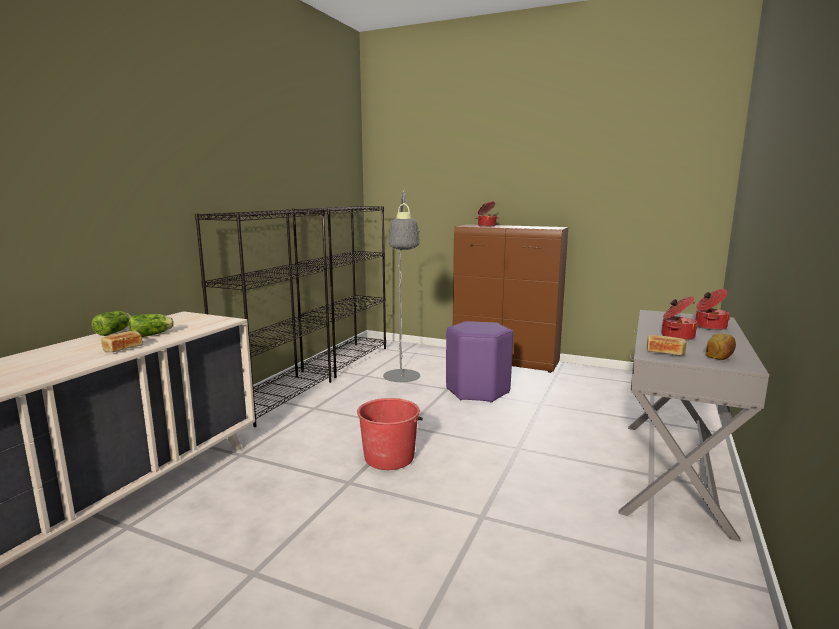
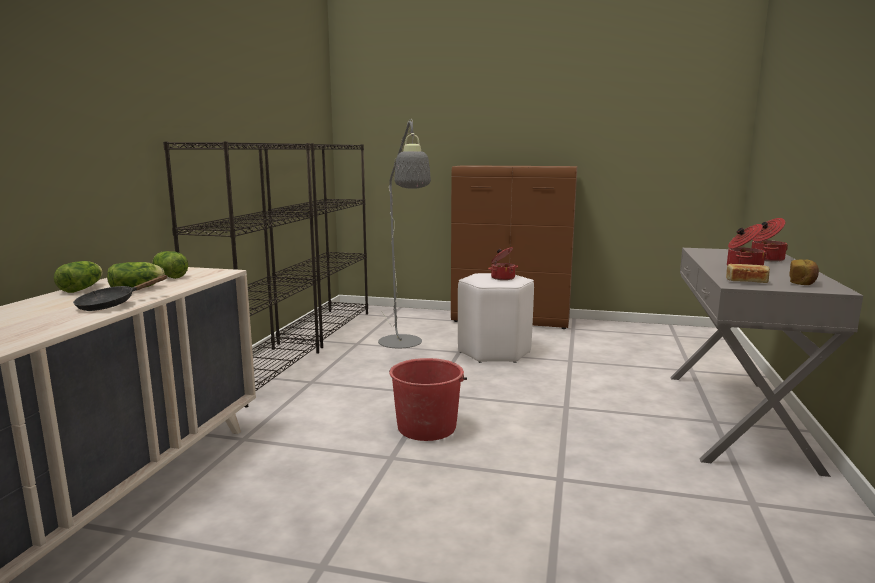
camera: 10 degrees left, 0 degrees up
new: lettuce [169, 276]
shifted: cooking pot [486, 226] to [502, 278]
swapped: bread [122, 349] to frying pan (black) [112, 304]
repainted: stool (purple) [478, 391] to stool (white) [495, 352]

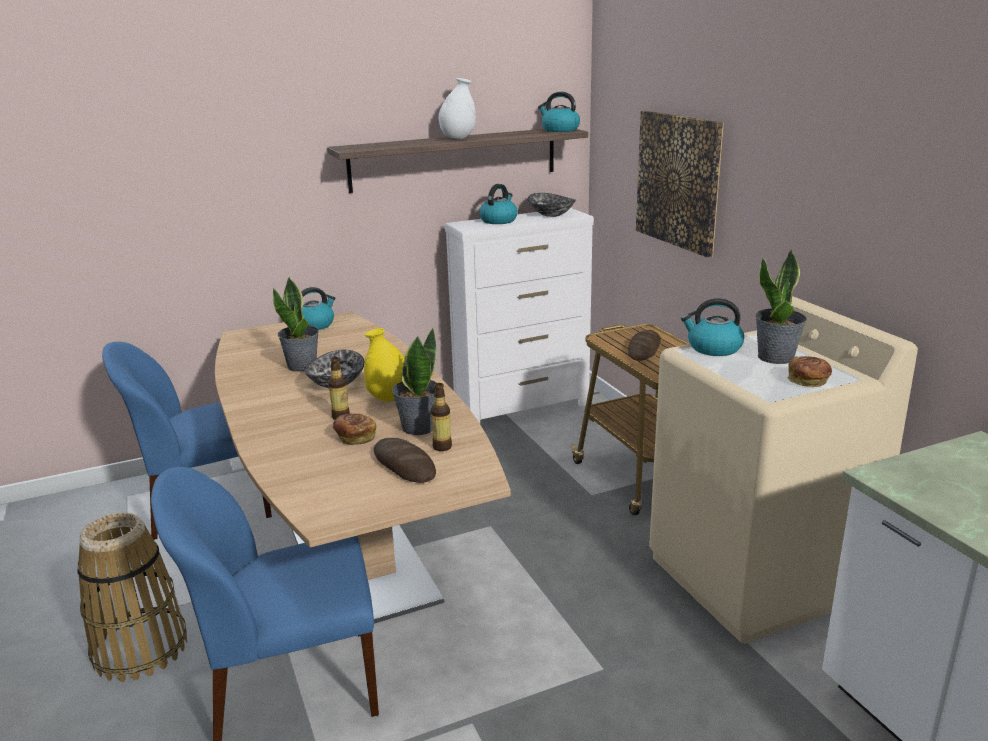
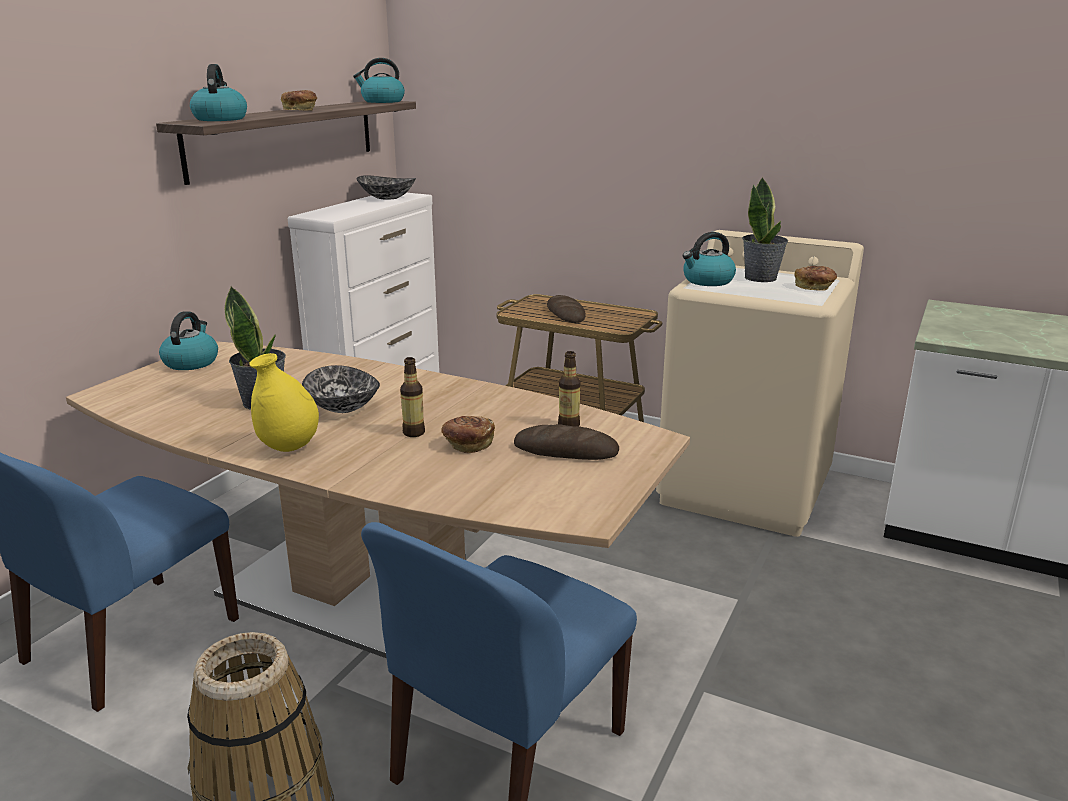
camera: 40 degrees left, 0 degrees up
gone: picture [678, 180]; potted plant [418, 427]
shifted: kettle [498, 220] to [220, 119]; vase (yellow) [389, 399] to [289, 447]
swapped: vase (white) [458, 138] to bread [300, 110]

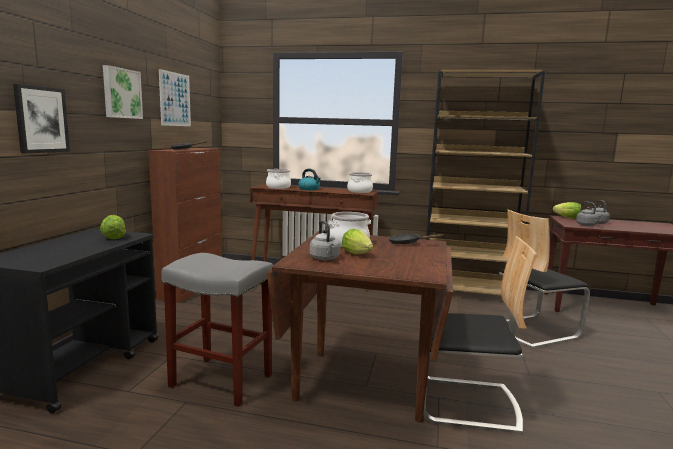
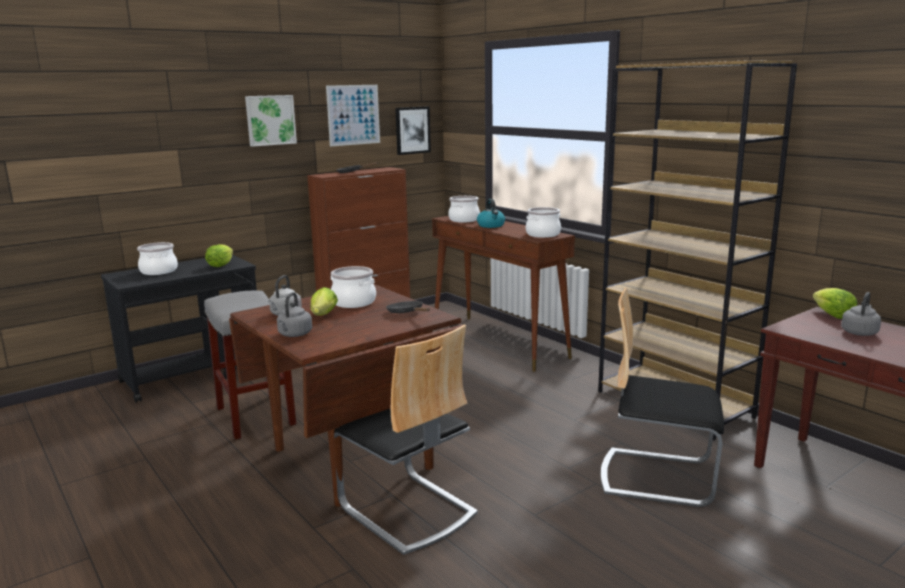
camera: 40 degrees right, 5 degrees up
new: cooking pot [158, 271]
shifted: picture [41, 119] to [412, 130]; kettle (grey) [587, 225] to [294, 335]

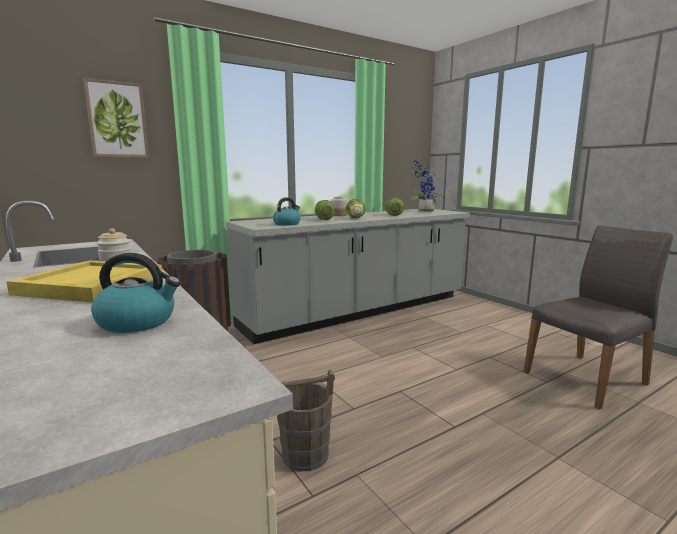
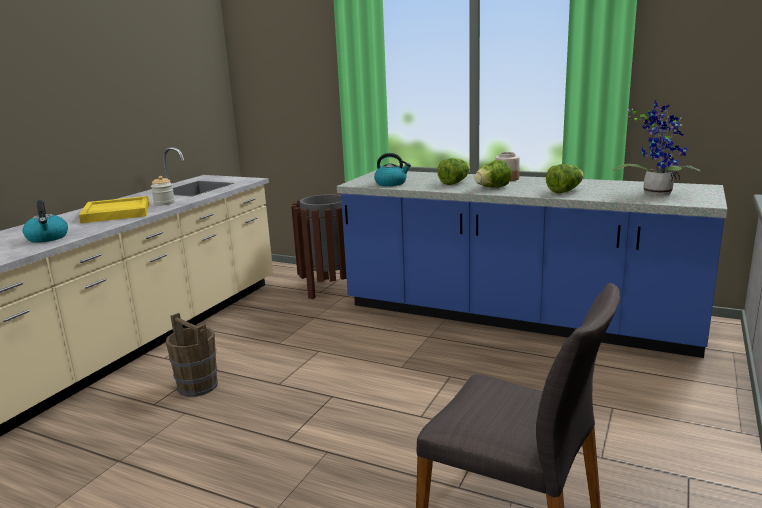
camera: 60 degrees right, 5 degrees up
gone: picture [117, 120]
repainted: counter (grey) [358, 311] to counter (blue) [514, 318]

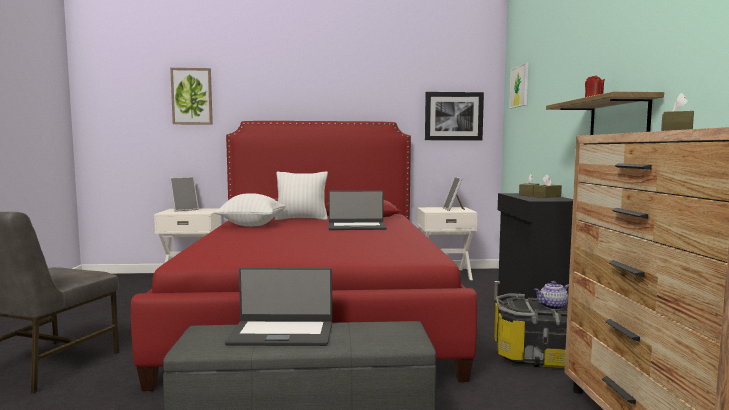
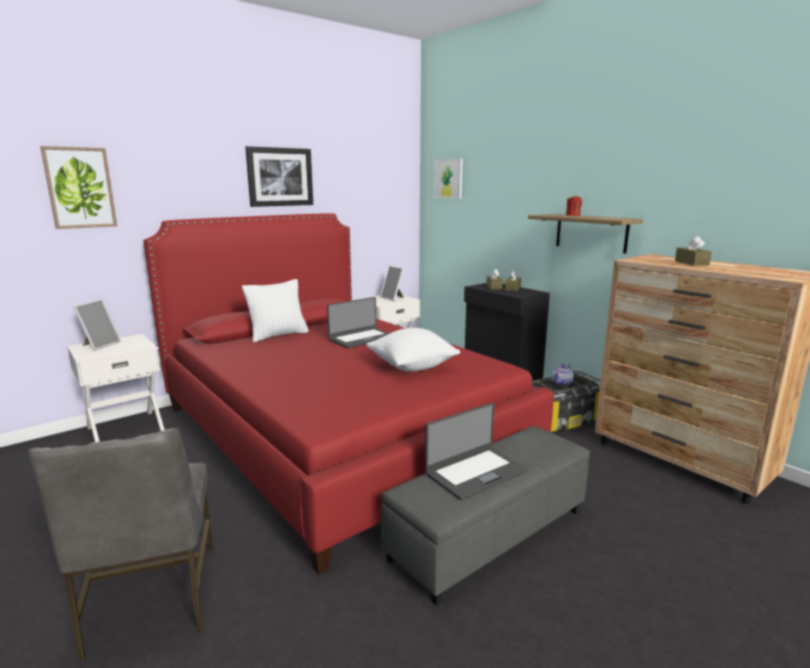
camera: 35 degrees left, 10 degrees up
shifted: picture [453, 116] to [280, 177]; pillow (white) [252, 225] to [412, 367]

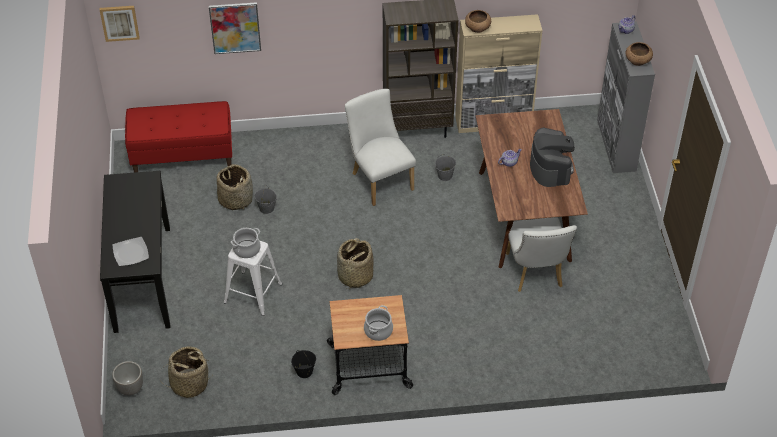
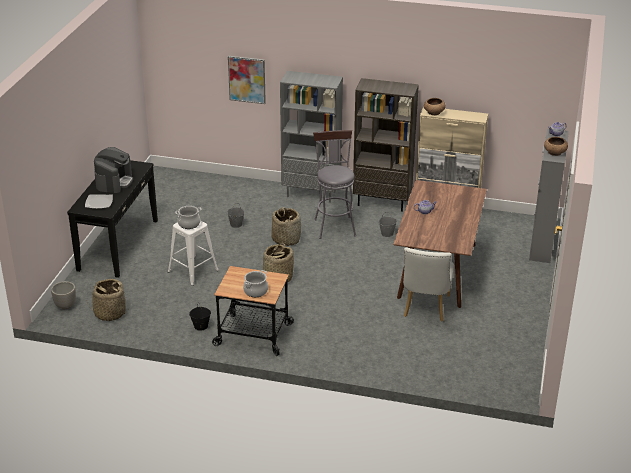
camera: 20 degrees right, 15 degrees down
gone: picture [119, 22]; bench (red) [182, 154]
new: bookcase (grey) [311, 194]
shifted: coffee machine [550, 168] to [114, 181]; basket [235, 199] to [286, 239]
swapped: chair (white) [379, 179] to stool (grey) [334, 225]

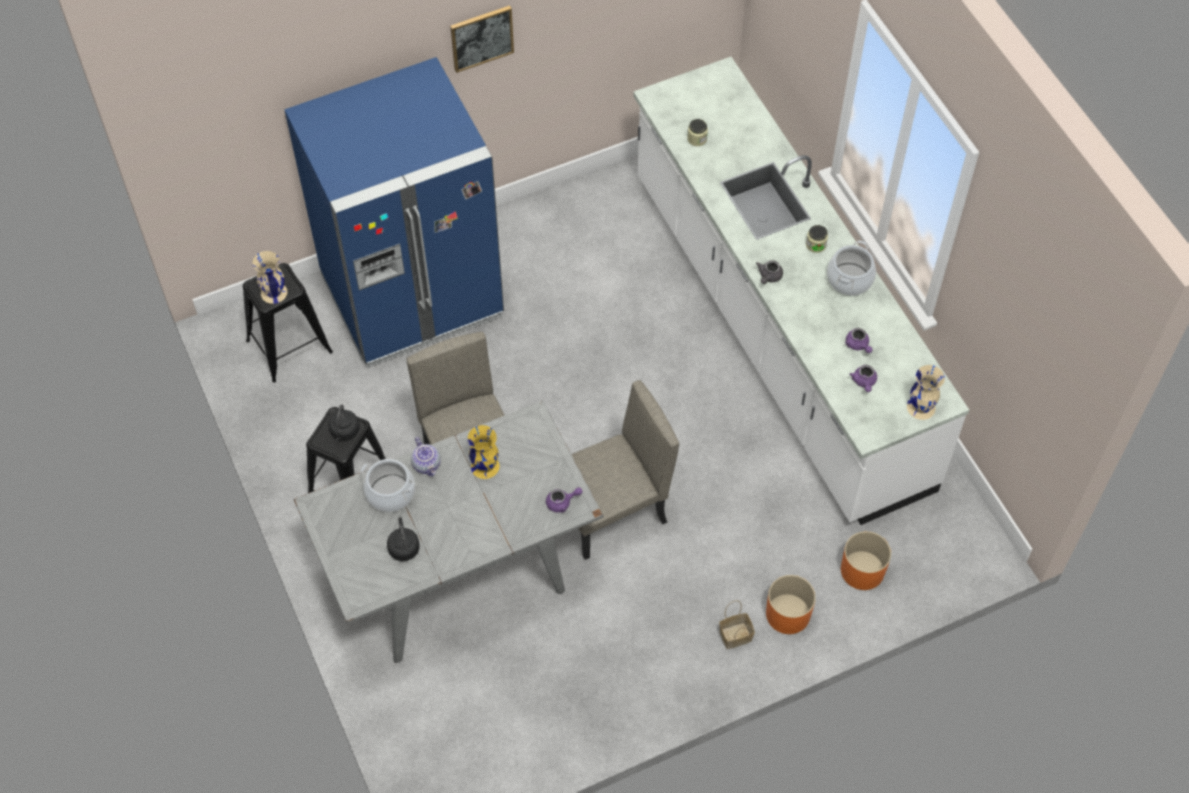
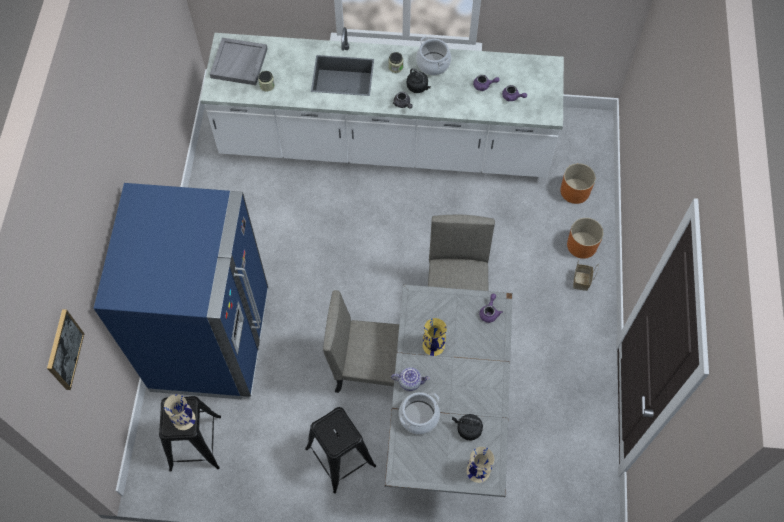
camera: 60 degrees left, 5 degrees up
new: tray (grey) [239, 63]
shifted: picture [481, 37] to [64, 350]; vase (beige) [921, 407] to [478, 470]; kettle (black) [344, 432] to [418, 87]

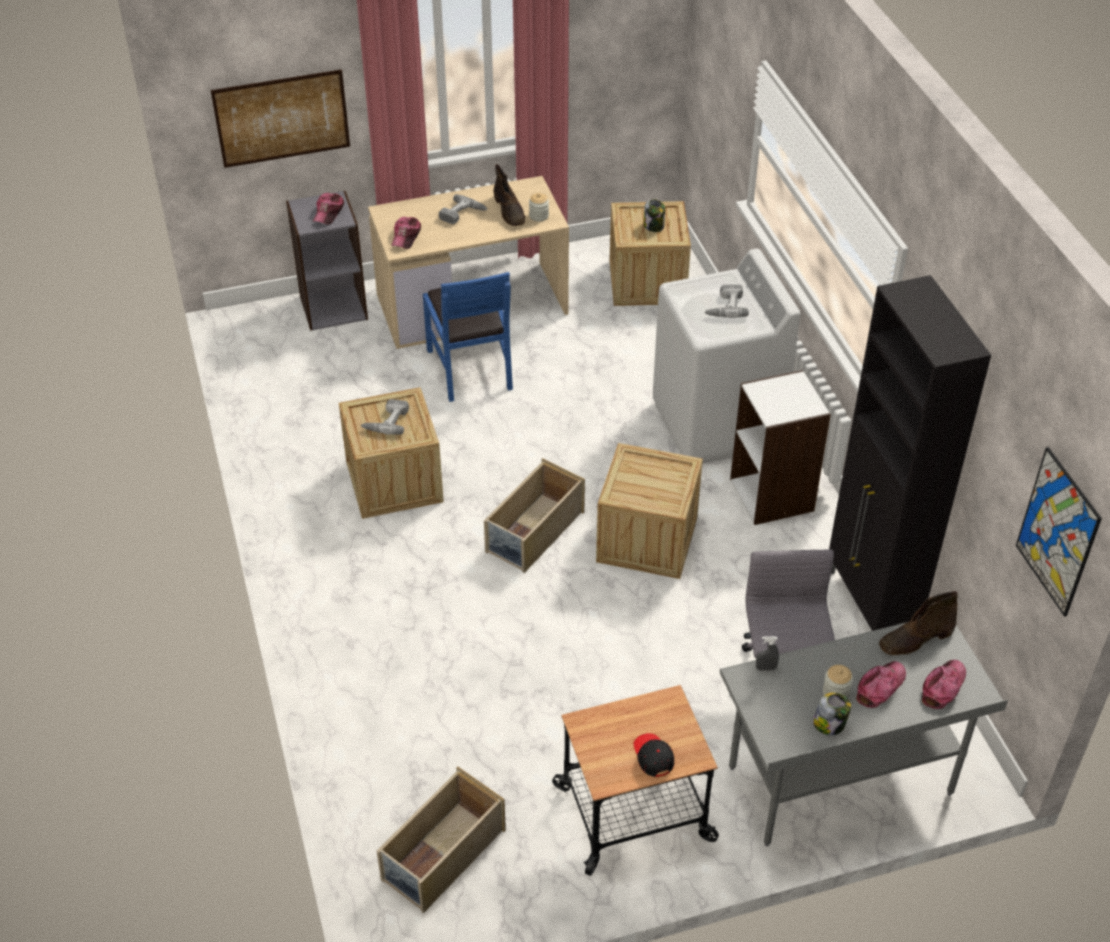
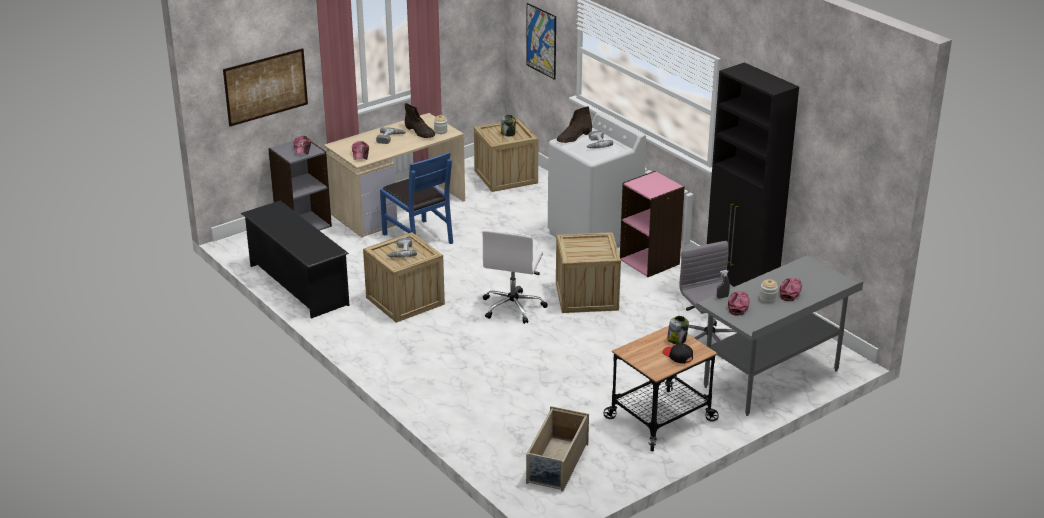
camera: 20 degrees left, 15 degrees down
new: shoe rack (black) [298, 285]
shifted: picture [1057, 532] to [541, 41]; boot (brown) [915, 639] to [574, 137]; cap [943, 687] to [738, 305]; jar [829, 724] to [677, 339]
swapped: storage box (beige) [534, 532] to office chair (white) [513, 307]
repainted: bookcase (white) [772, 495] to bookcase (pink) [650, 261]

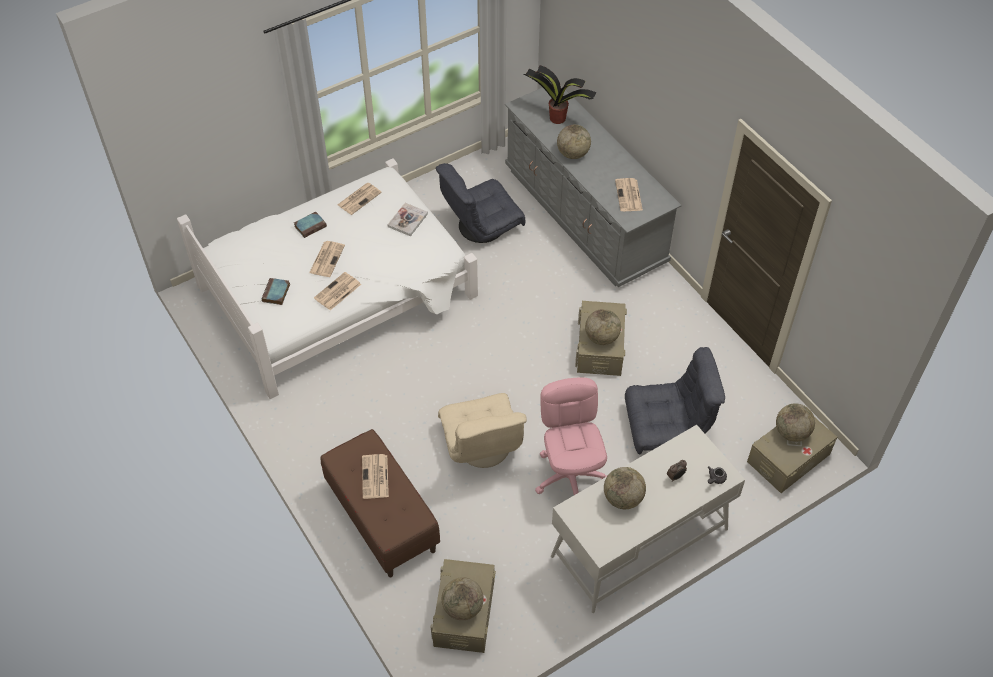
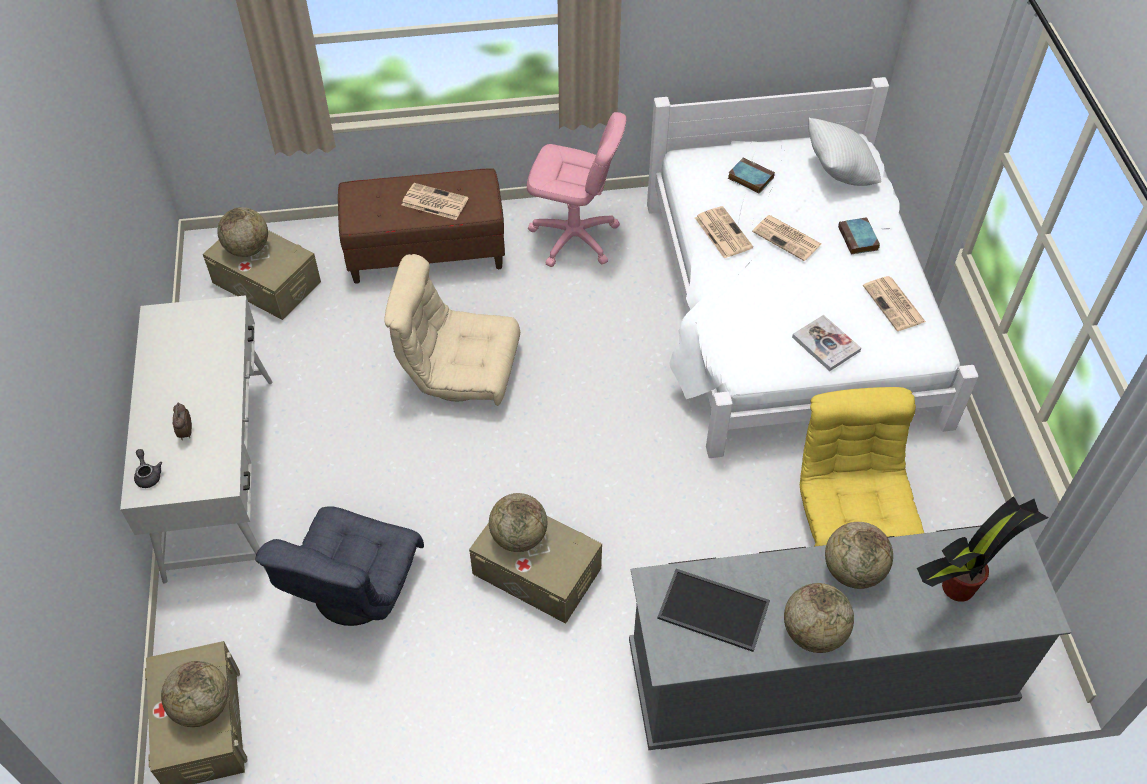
camera: 115 degrees right, 0 degrees up
new: pillow (white) [839, 172]
shifted: office chair (pink) [570, 476] to [574, 238]; globe [623, 498] to [813, 633]
swapped: newspaper [629, 196] to tray [712, 611]
repainted: armchair (grey) [481, 225] to armchair (yellow) [851, 515]

